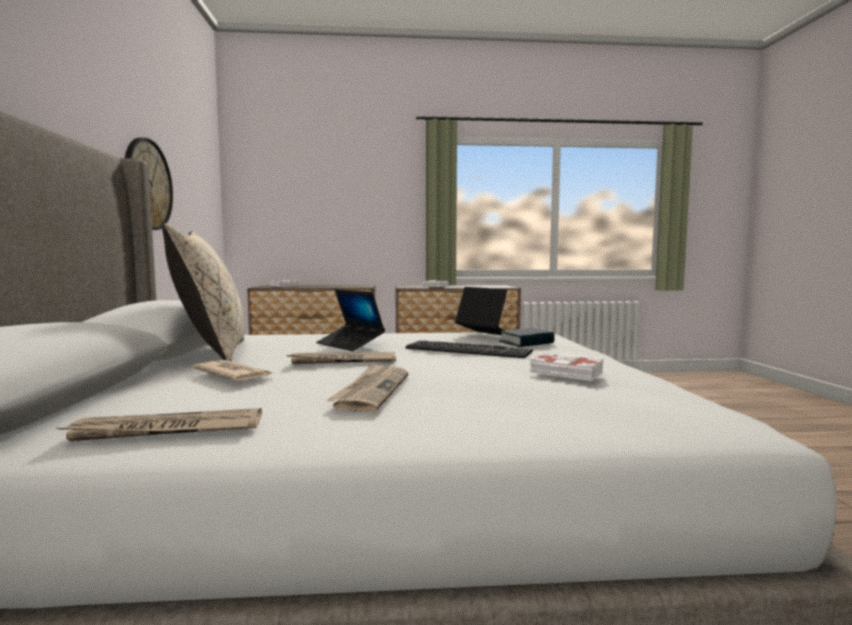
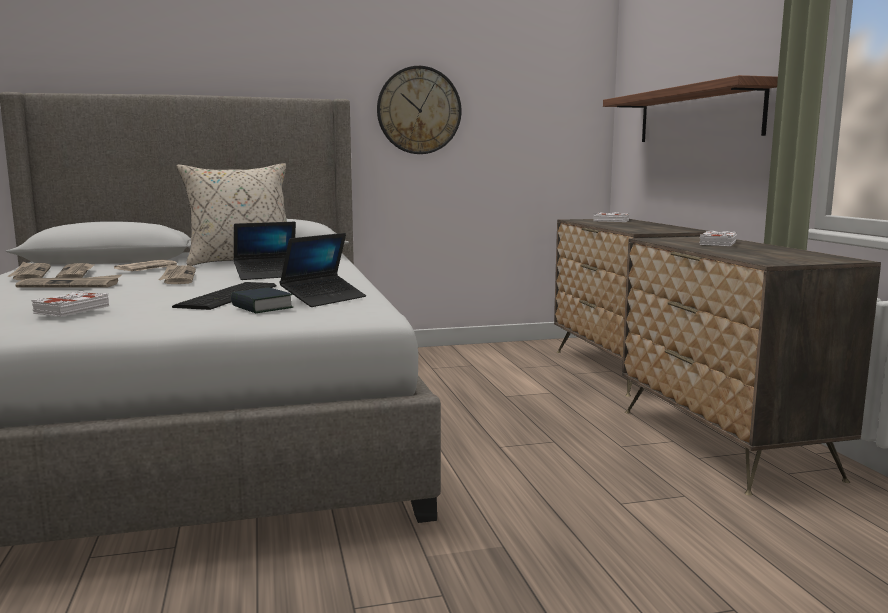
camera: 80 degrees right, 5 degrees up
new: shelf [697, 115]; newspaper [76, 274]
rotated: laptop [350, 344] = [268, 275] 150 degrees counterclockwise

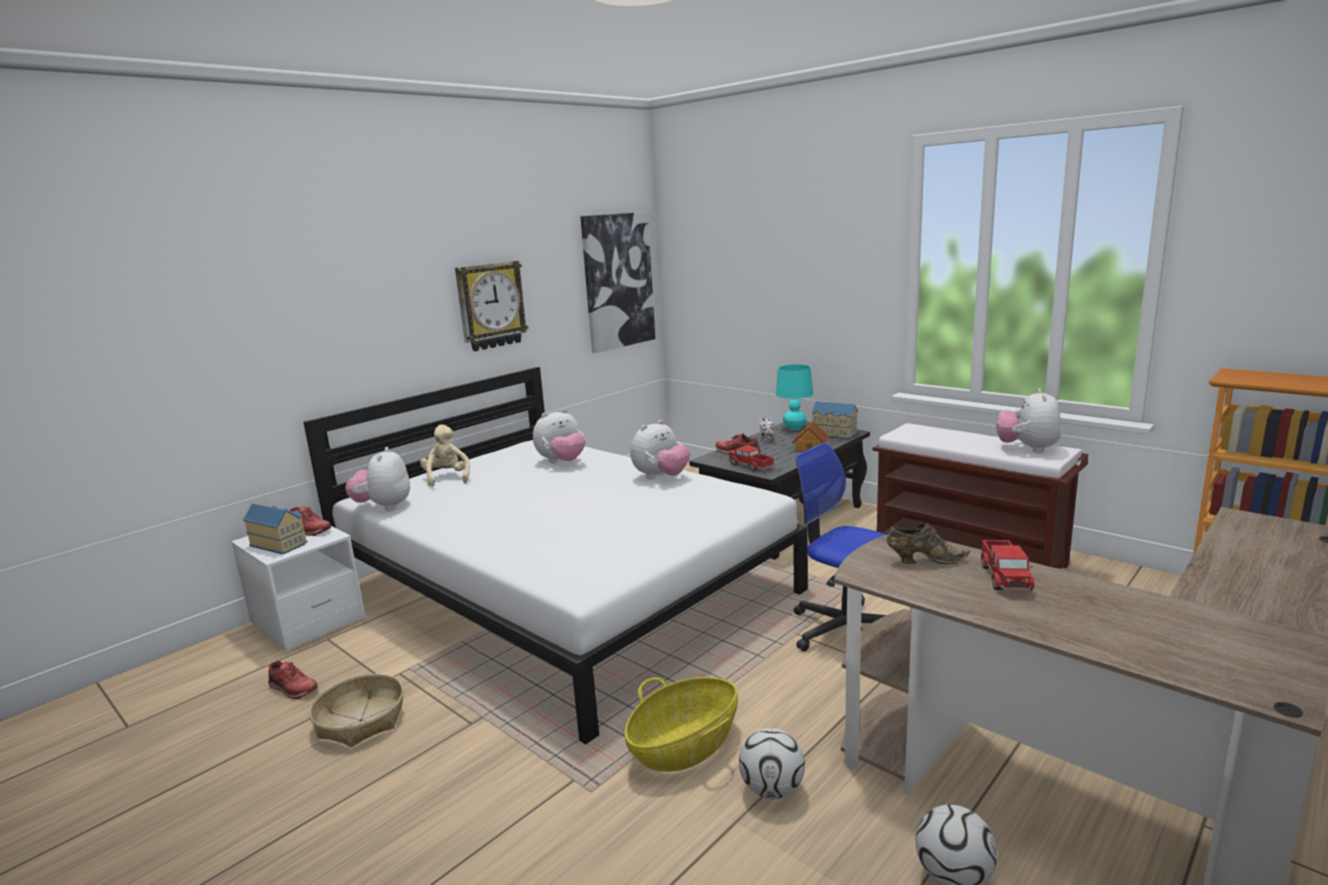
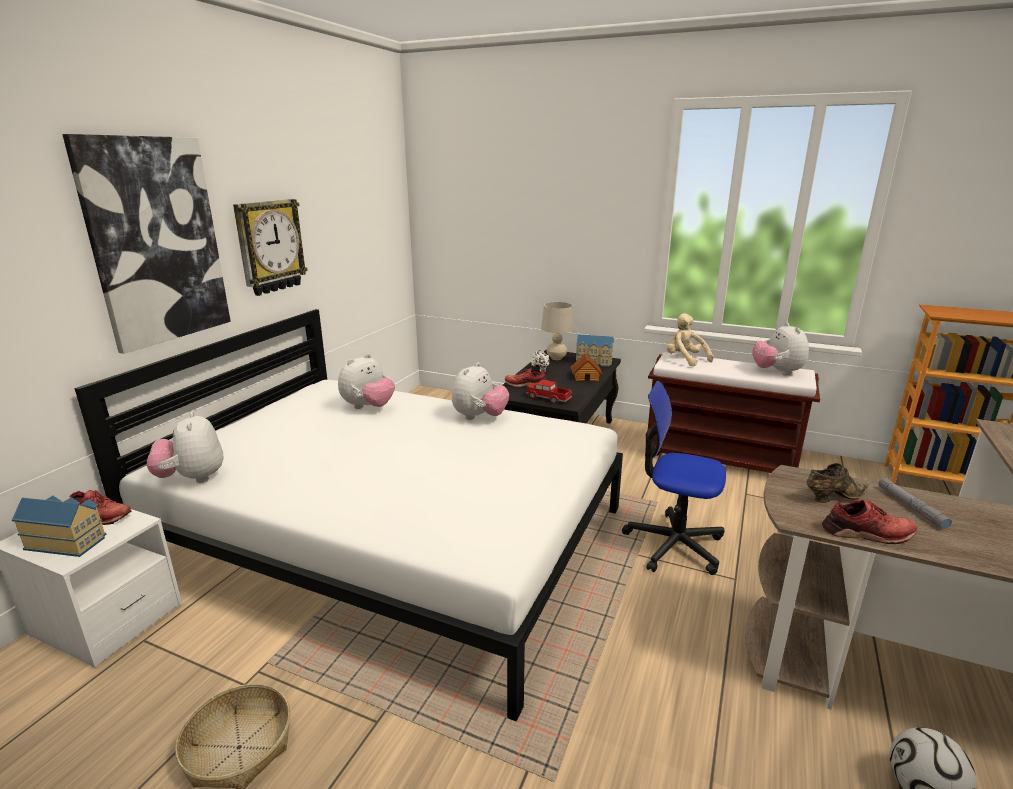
camera: 20 degrees left, 5 degrees up
gone: basket [684, 746]; football [771, 790]
shifted: picture [618, 281] to [156, 241]; plush toy (beige) [447, 478] to [685, 359]; shoe (red) [292, 688] to [867, 533]
swapped: toy truck [1005, 577] to flashlight (grey) [911, 507]
repainted: table lamp (turquoise) [794, 428] to table lamp (beige) [556, 358]

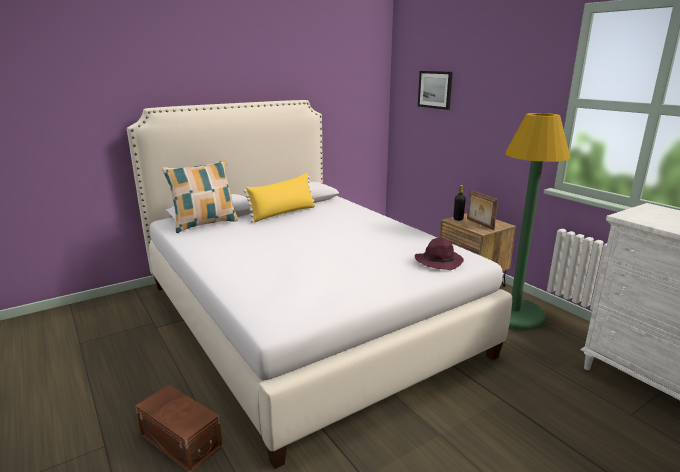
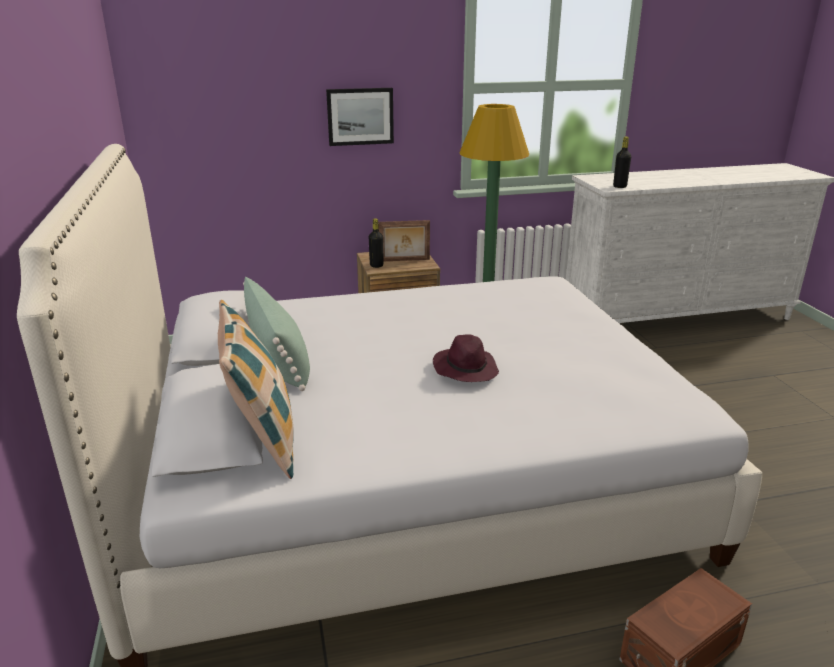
camera: 70 degrees left, 5 degrees up
new: bottle (black) [619, 186]
shifted: picture [435, 89] to [360, 116]; hat (purple) [439, 261] to [465, 369]
repainted: pillow (yellow) [283, 213] to pillow (green) [278, 358]

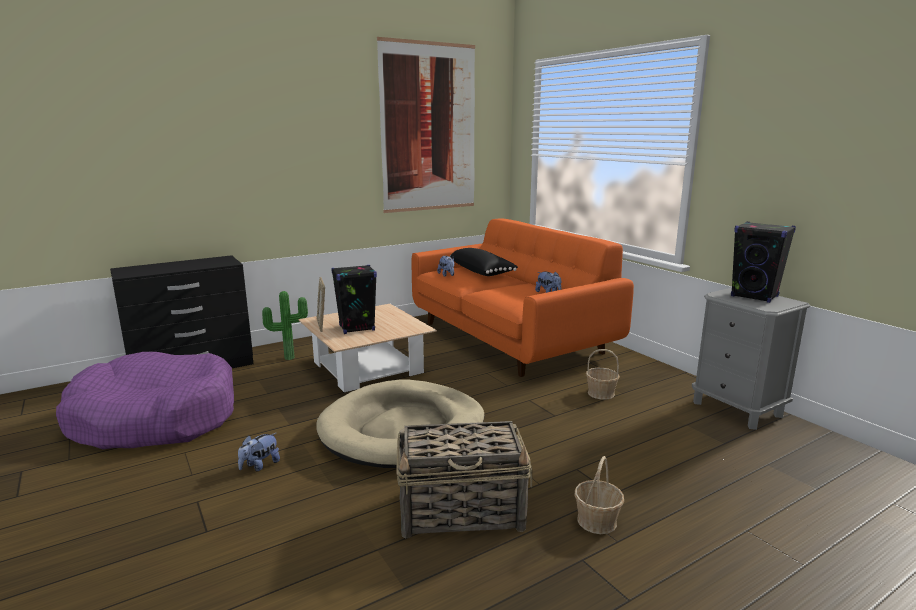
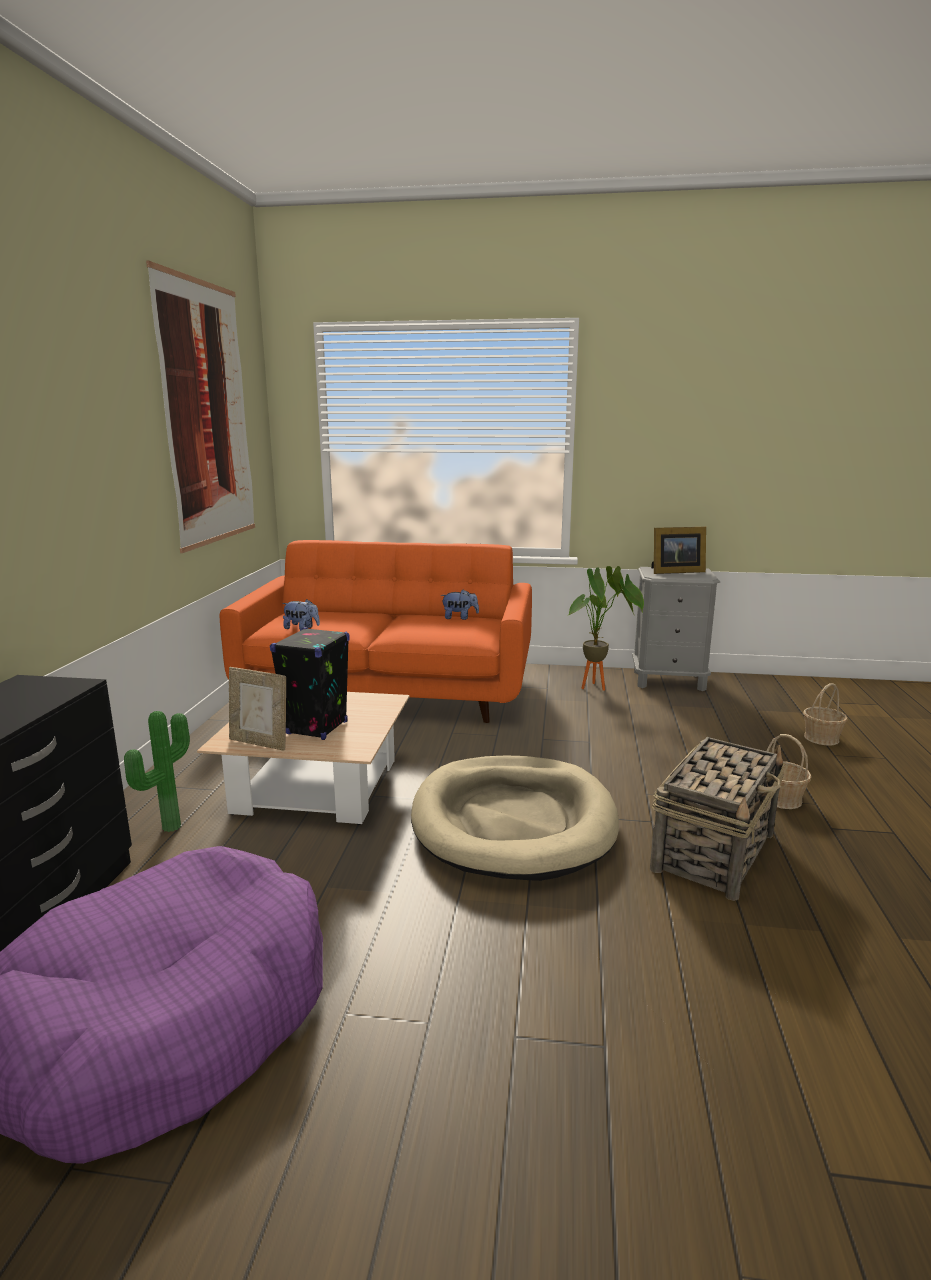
camera: 50 degrees left, 0 degrees up
gone: pillow (black) [482, 272]; plush toy [260, 465]
new: potted plant [599, 687]
shifted: basket [601, 393] to [821, 738]
swapped: speaker (black) [754, 296] to picture frame [674, 571]

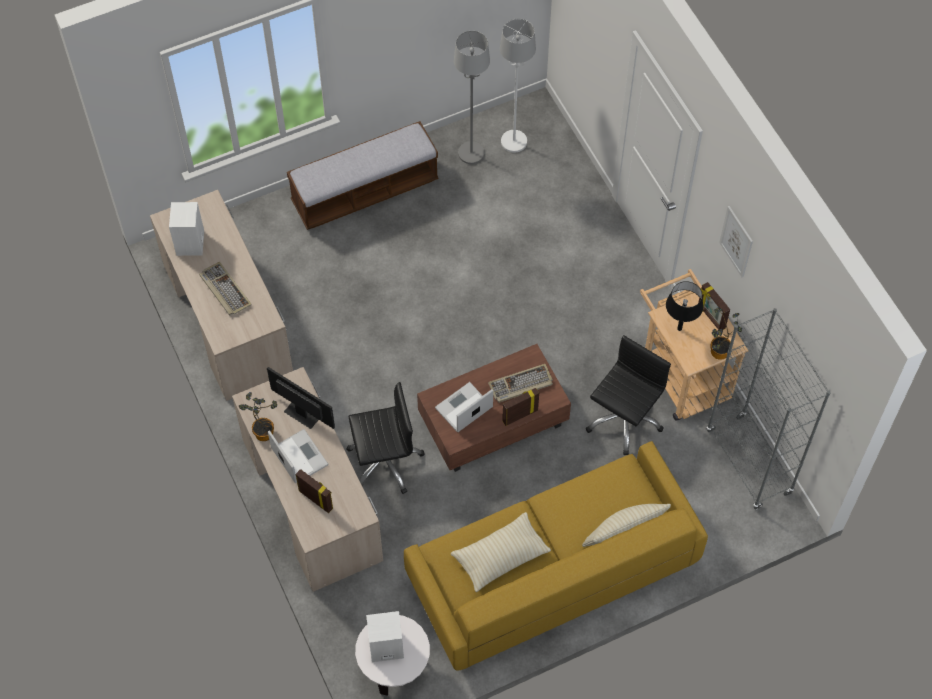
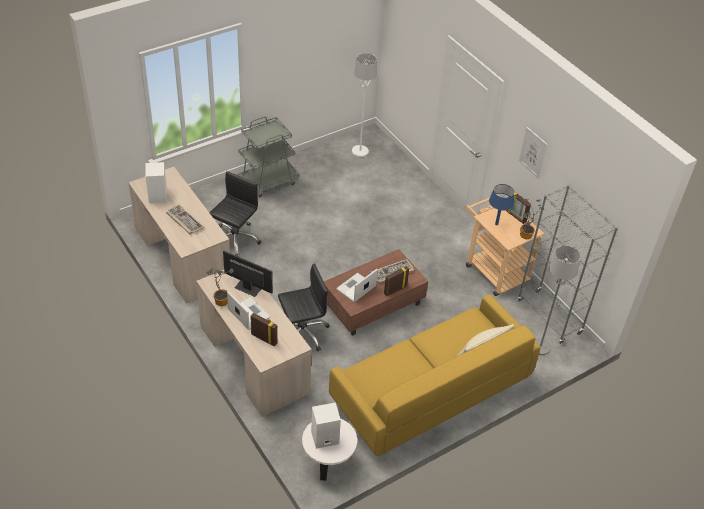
camera: 10 degrees left, 15 degrees down
gone: pillow (beige) [500, 557]
shifted: floor lamp (grey) [471, 153] to [540, 347]; office chair (black) [623, 419] to [235, 239]
swapped: bench [365, 192] to cart (grey) [267, 182]
repainted: table lamp (black) [679, 329] to table lamp (blue) [496, 224]

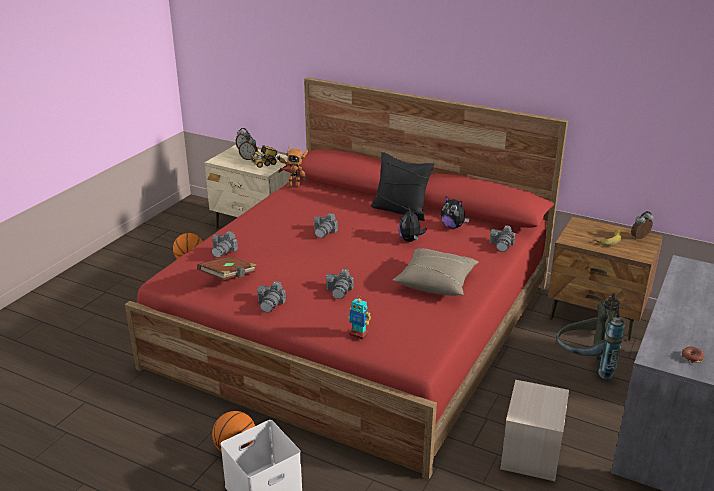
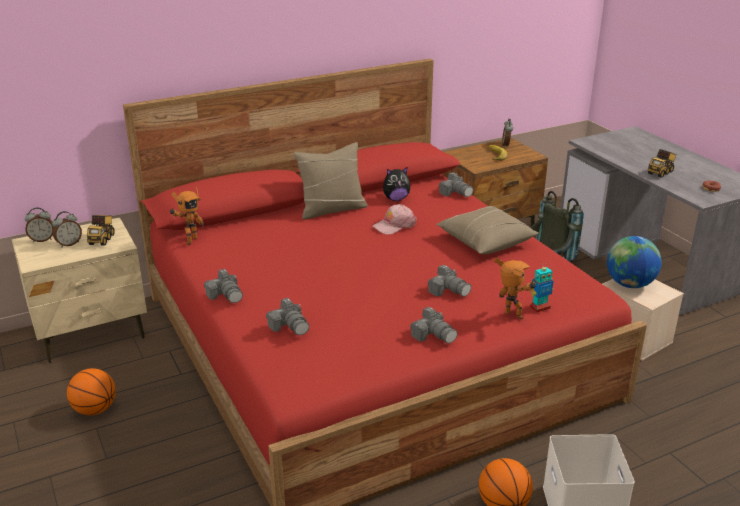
camera: 55 degrees left, 0 degrees up
gone: book (brown) [229, 277]
new: toy truck [660, 172]; globe [629, 284]; toy robot [512, 317]
shifted: photo camera [325, 232] to [226, 295]
swapped: plush toy [410, 240] to cap (pink) [394, 225]
repainted: pillow (black) [400, 211] to pillow (beige) [332, 209]

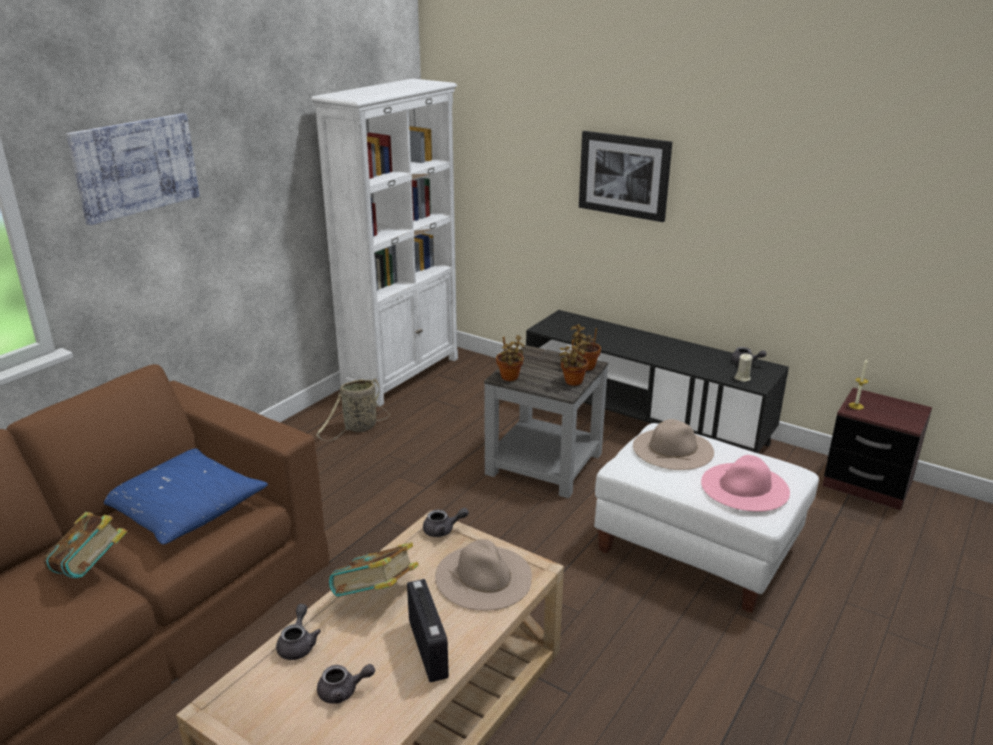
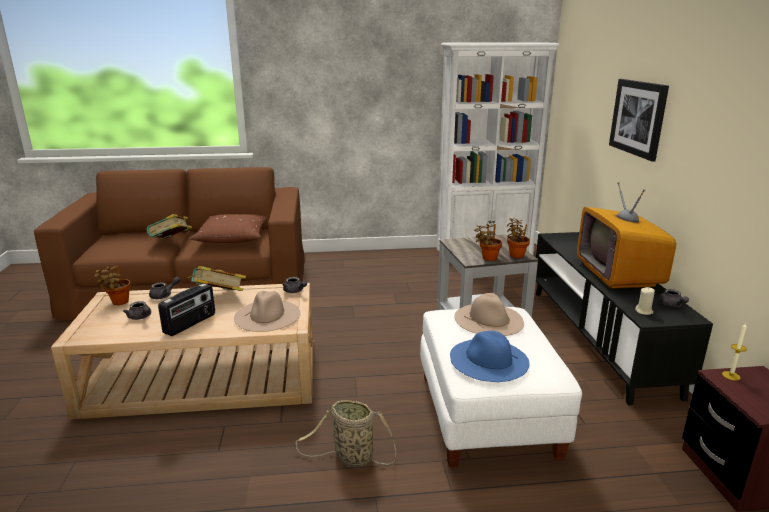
camera: 50 degrees right, 5 degrees down
gone: picture [136, 166]
new: television [618, 275]
shifted: potted plant [510, 378] to [118, 302]; basket [358, 428] to [351, 458]
repainted: pillow (blue) [184, 509] to pillow (brown) [232, 238]; hat (pink) [745, 487] to hat (blue) [488, 359]

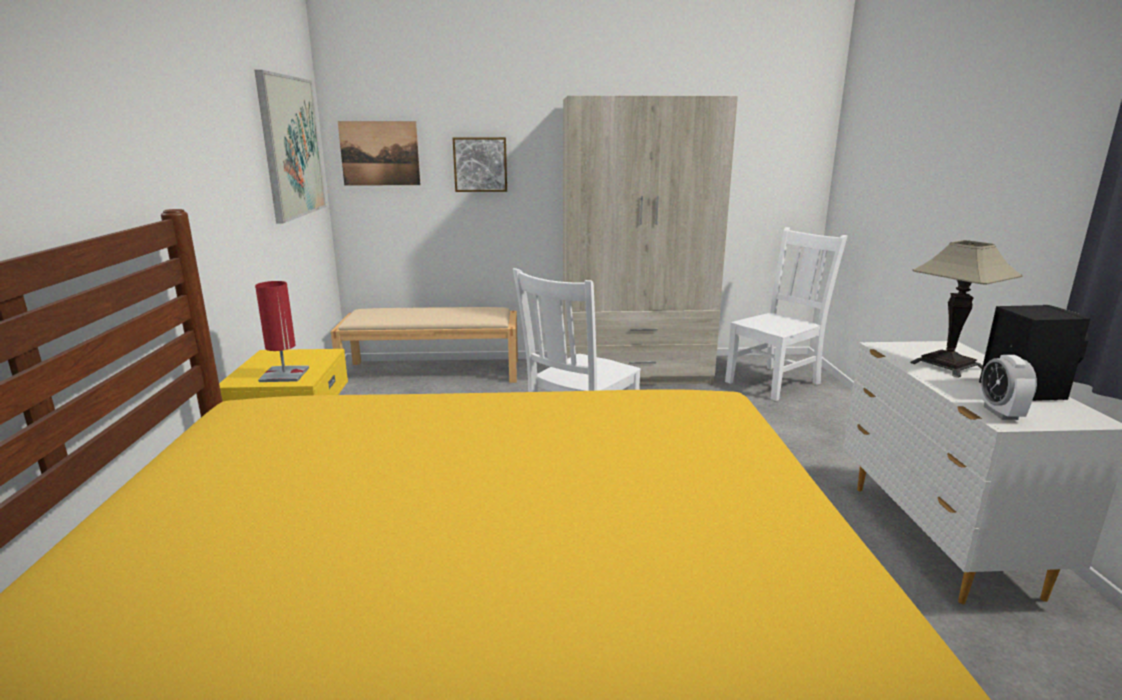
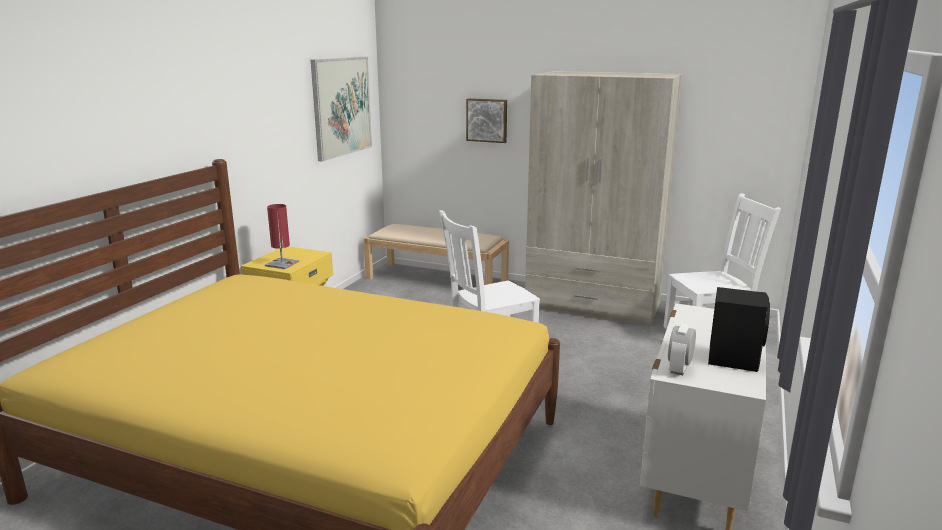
camera: 25 degrees right, 0 degrees up
gone: picture [380, 153]; table lamp [947, 365]

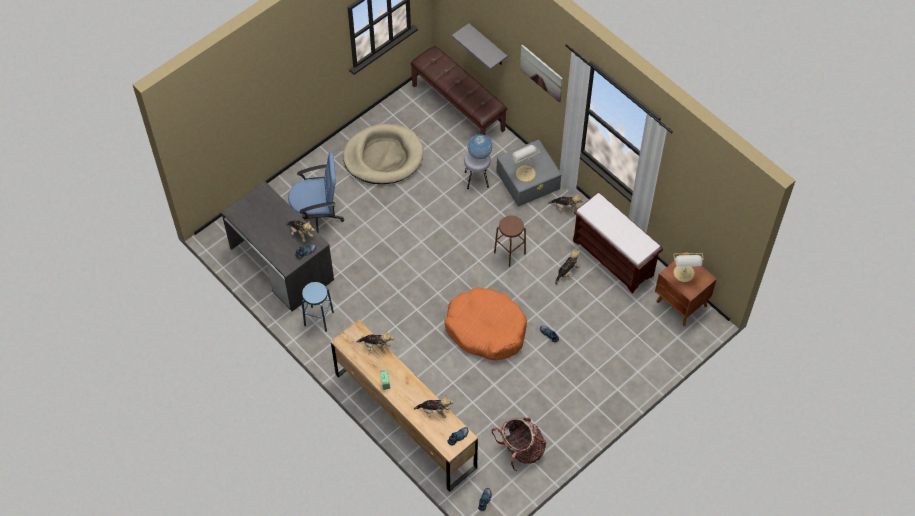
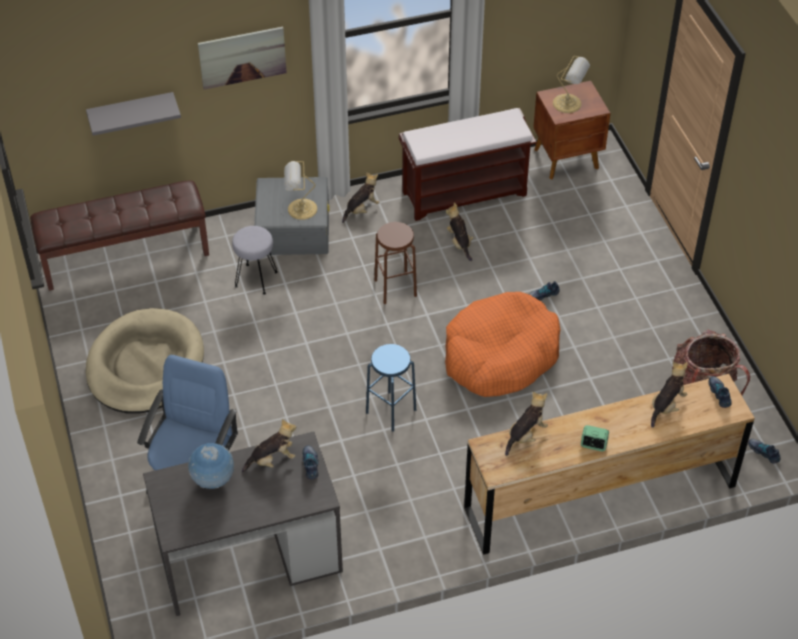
camera: 65 degrees left, 10 degrees down
shifted: globe [479, 154] to [213, 480]; stool (blue) [318, 319] to [391, 411]

